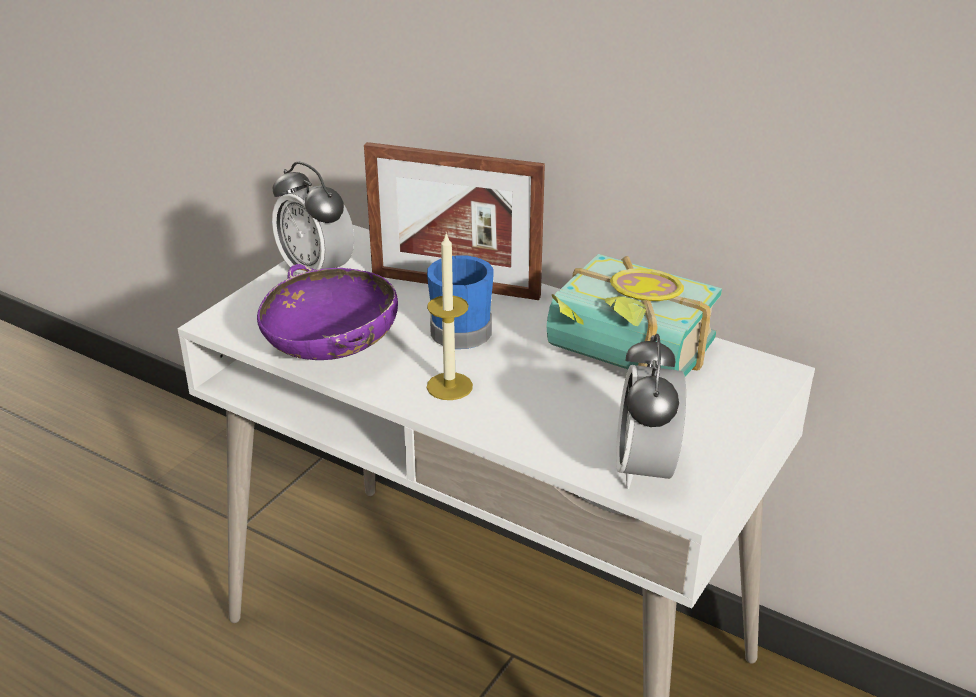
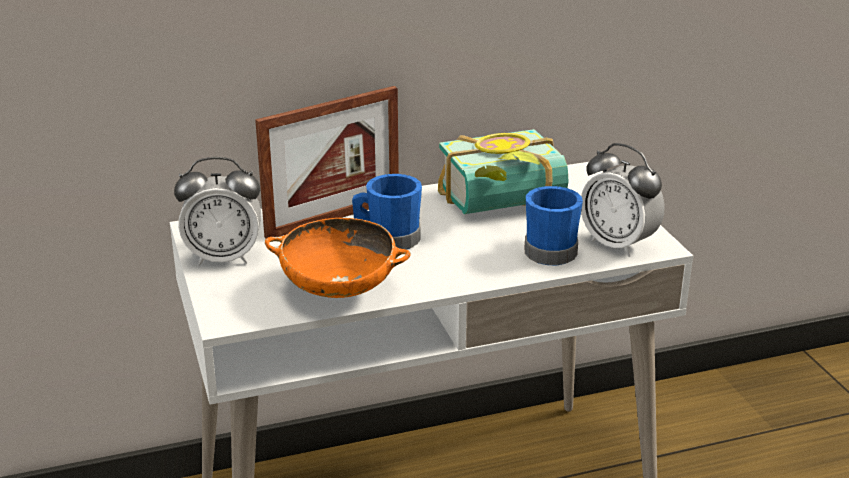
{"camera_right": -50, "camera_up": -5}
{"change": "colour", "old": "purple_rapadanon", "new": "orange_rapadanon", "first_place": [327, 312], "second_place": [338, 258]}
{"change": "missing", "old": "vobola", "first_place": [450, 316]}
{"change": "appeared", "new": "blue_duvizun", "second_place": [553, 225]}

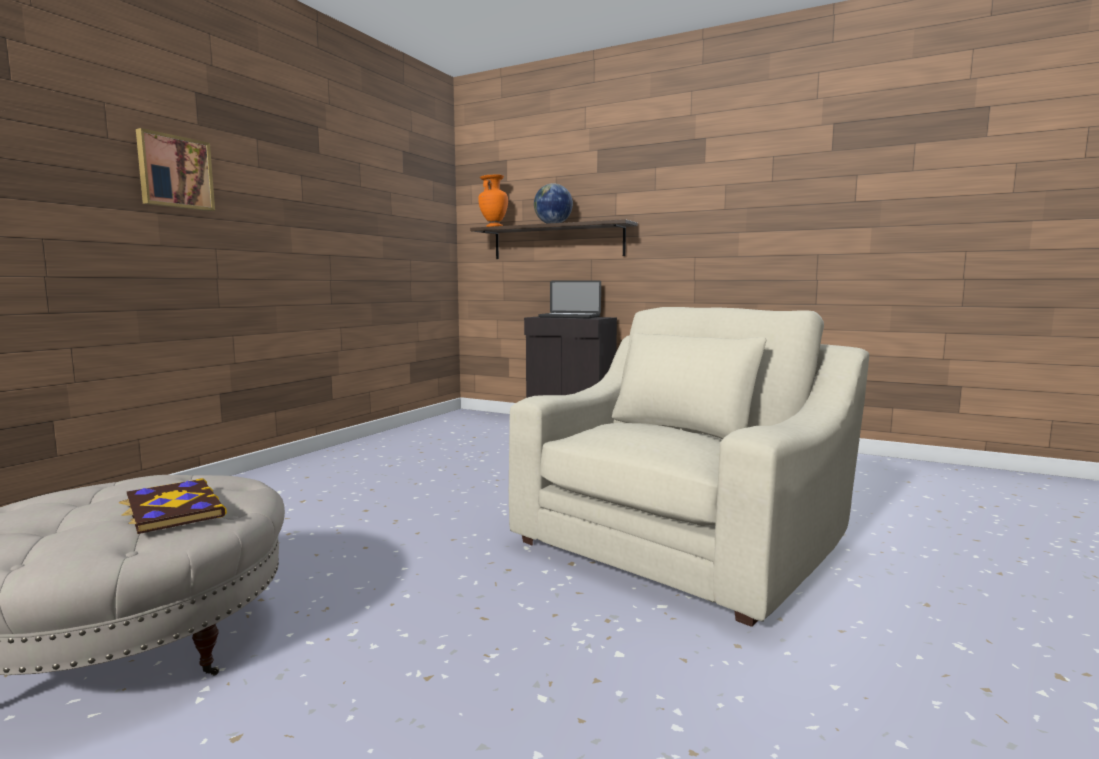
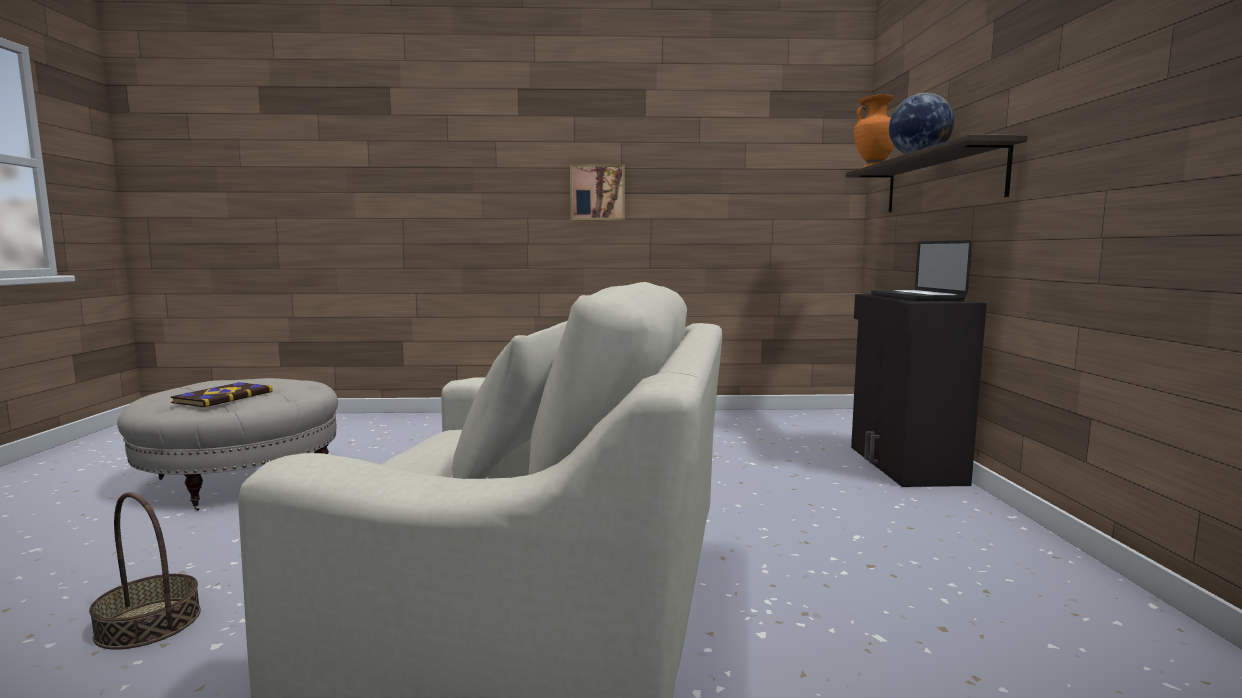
{"camera_right": 60, "camera_up": 0}
{"change": "relocated", "old": "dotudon", "first_place": [175, 169], "second_place": [597, 192]}
{"change": "appeared", "new": "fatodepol", "second_place": [145, 570]}

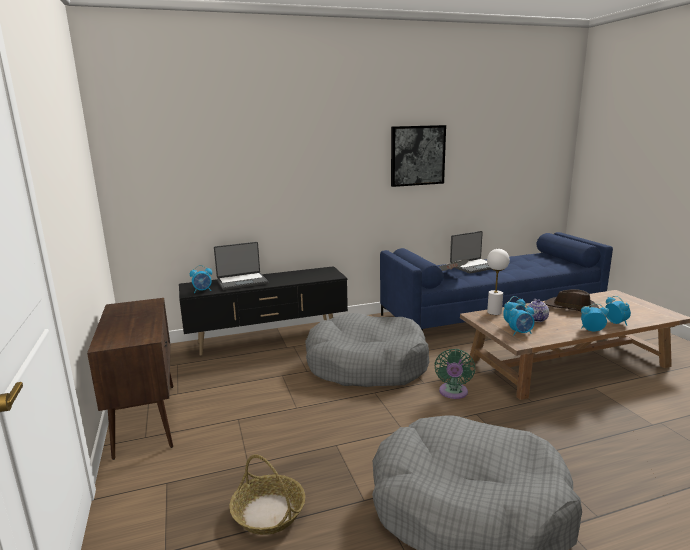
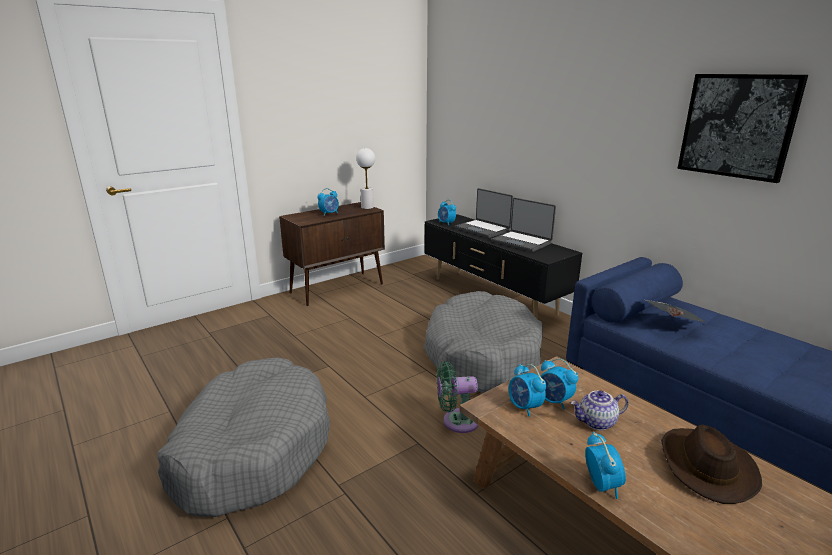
{"camera_right": 70, "camera_up": 5}
{"change": "missing", "old": "fatodepol", "first_place": [267, 494]}
{"change": "relocated", "old": "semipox", "first_place": [470, 252], "second_place": [523, 225]}
{"change": "relocated", "old": "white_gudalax", "first_place": [498, 282], "second_place": [365, 178]}
{"change": "relocated", "old": "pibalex", "first_place": [618, 311], "second_place": [328, 202]}

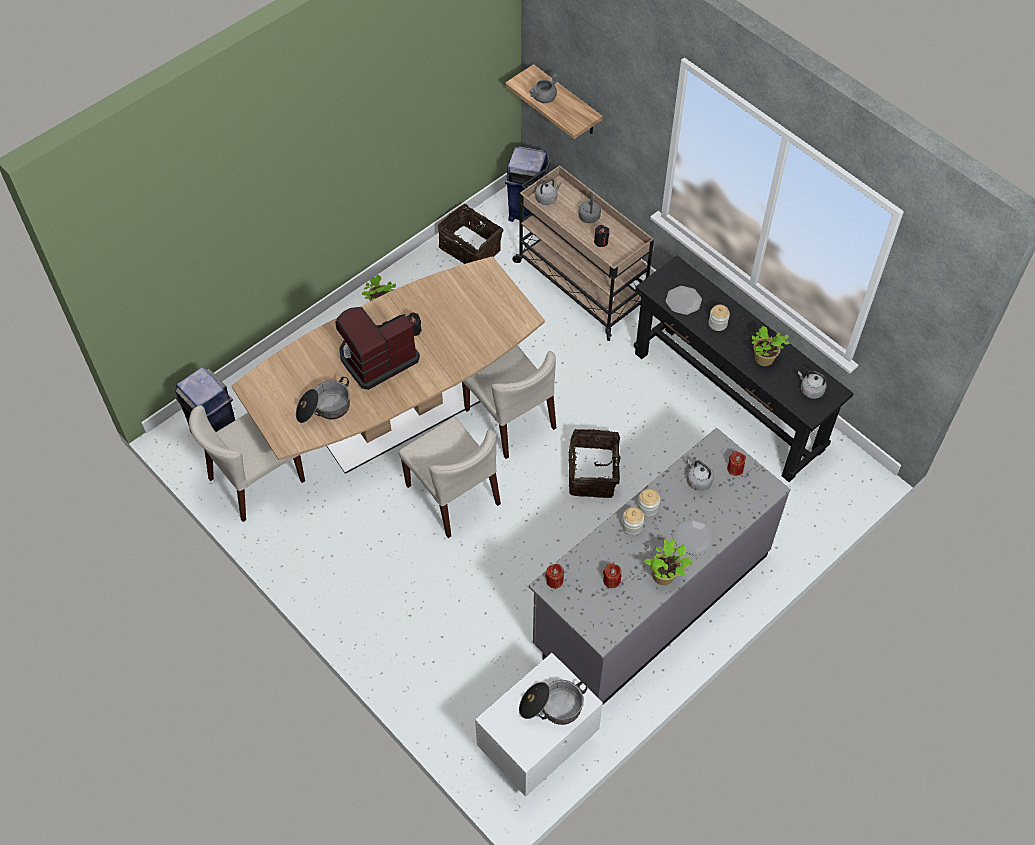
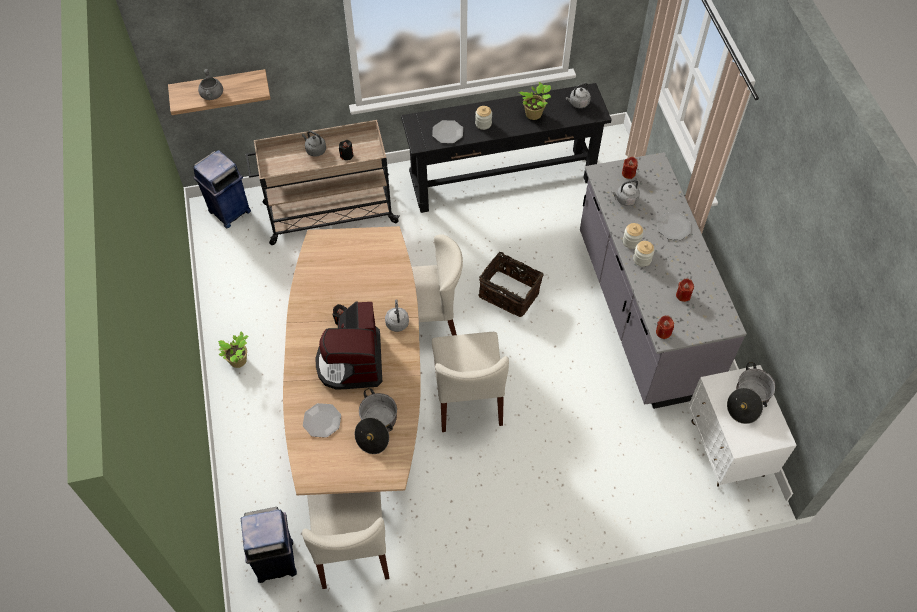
{"camera_right": -60, "camera_up": 0}
{"change": "spun", "old": "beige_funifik", "first_place": [450, 477], "second_place": [470, 382], "degrees": 90}
{"change": "missing", "old": "fatodepol", "first_place": [470, 234]}
{"change": "relocated", "old": "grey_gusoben", "first_place": [548, 192], "second_place": [397, 315]}
{"change": "missing", "old": "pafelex", "first_place": [668, 562]}
{"change": "appeared", "new": "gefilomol", "second_place": [322, 420]}

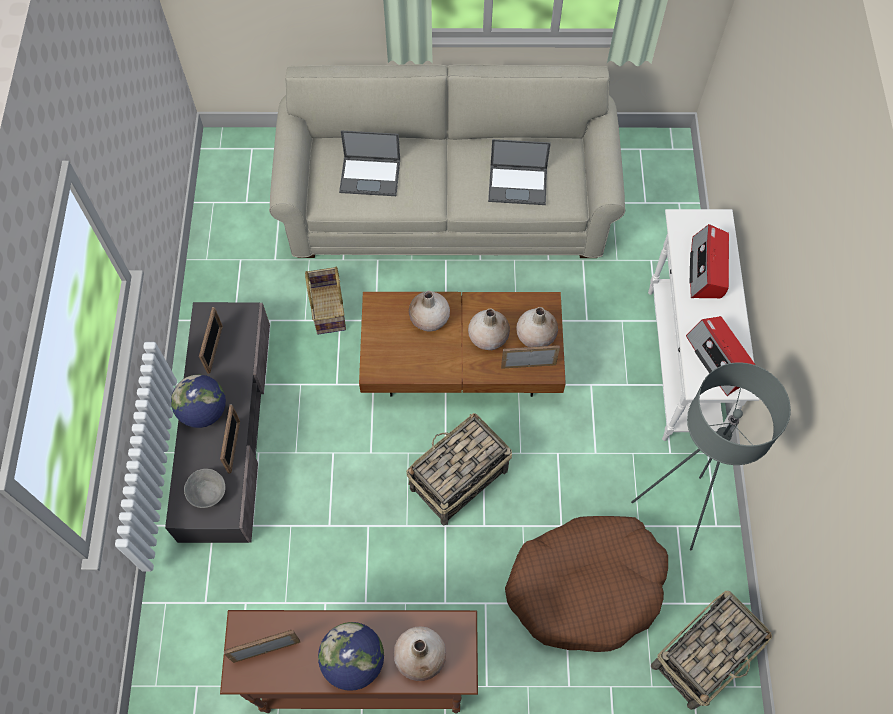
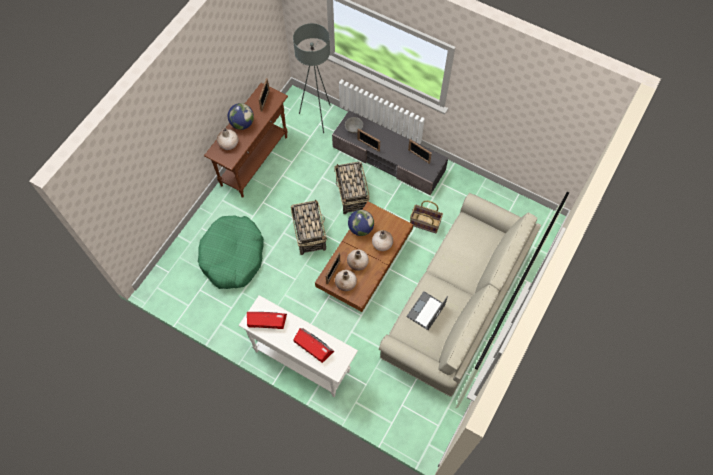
{"camera_right": 120, "camera_up": 0}
{"change": "relocated", "old": "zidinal", "first_place": [198, 401], "second_place": [361, 223]}
{"change": "missing", "old": "semipox", "first_place": [369, 163]}
{"change": "colour", "old": "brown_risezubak", "new": "green_risezubak", "first_place": [586, 584], "second_place": [231, 252]}
{"change": "relocated", "old": "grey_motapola", "first_place": [711, 456], "second_place": [312, 78]}
{"change": "relocated", "old": "fatodepol", "first_place": [711, 650], "second_place": [352, 188]}

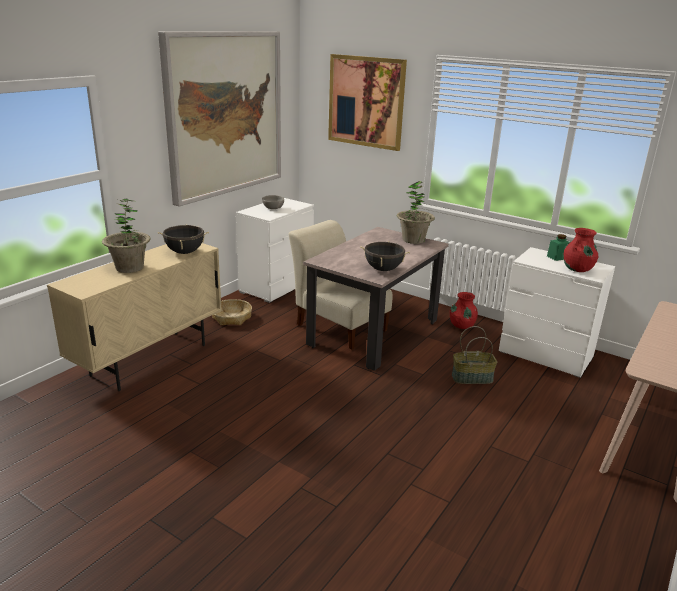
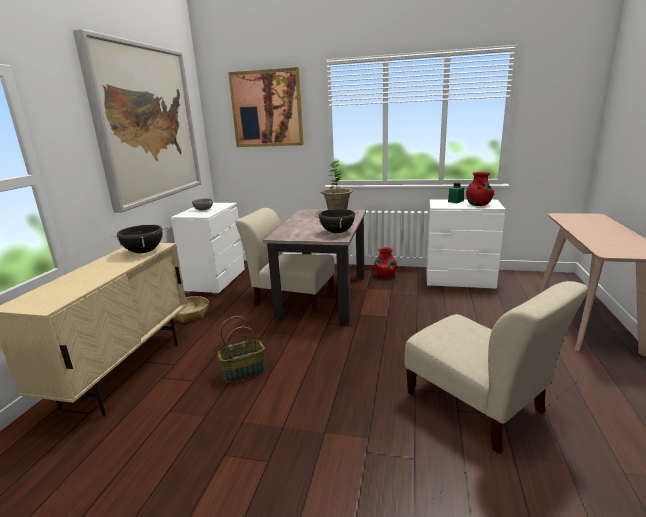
{"camera_right": -20, "camera_up": -5}
{"change": "missing", "old": "pafelex", "first_place": [126, 236]}
{"change": "relocated", "old": "fatodepol", "first_place": [474, 355], "second_place": [241, 349]}
{"change": "appeared", "new": "beige_funifik", "second_place": [496, 367]}

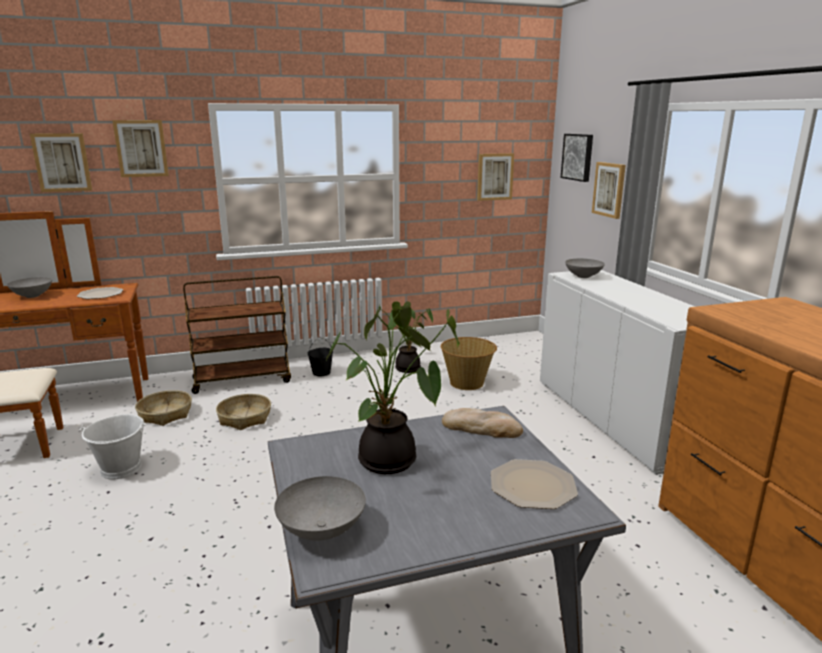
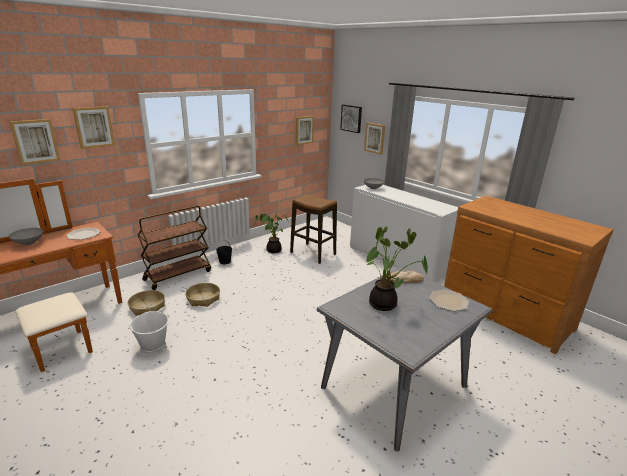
{"camera_right": -25, "camera_up": 5}
{"change": "missing", "old": "grey_rapadanon", "first_place": [320, 508]}
{"change": "exchanged", "old": "fatodepol", "new": "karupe", "first_place": [469, 363], "second_place": [313, 229]}

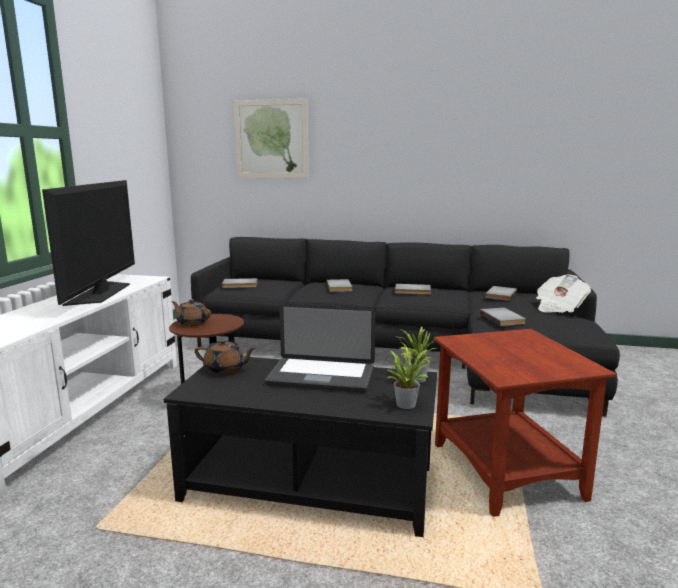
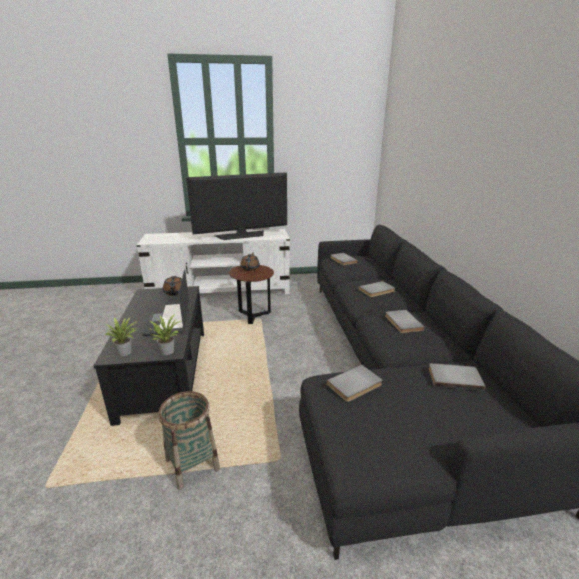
{"camera_right": 70, "camera_up": 10}
{"change": "missing", "old": "dotudon", "first_place": [271, 139]}
{"change": "exchanged", "old": "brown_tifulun", "new": "fatodepol", "first_place": [525, 423], "second_place": [189, 440]}
{"change": "missing", "old": "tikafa", "first_place": [563, 293]}

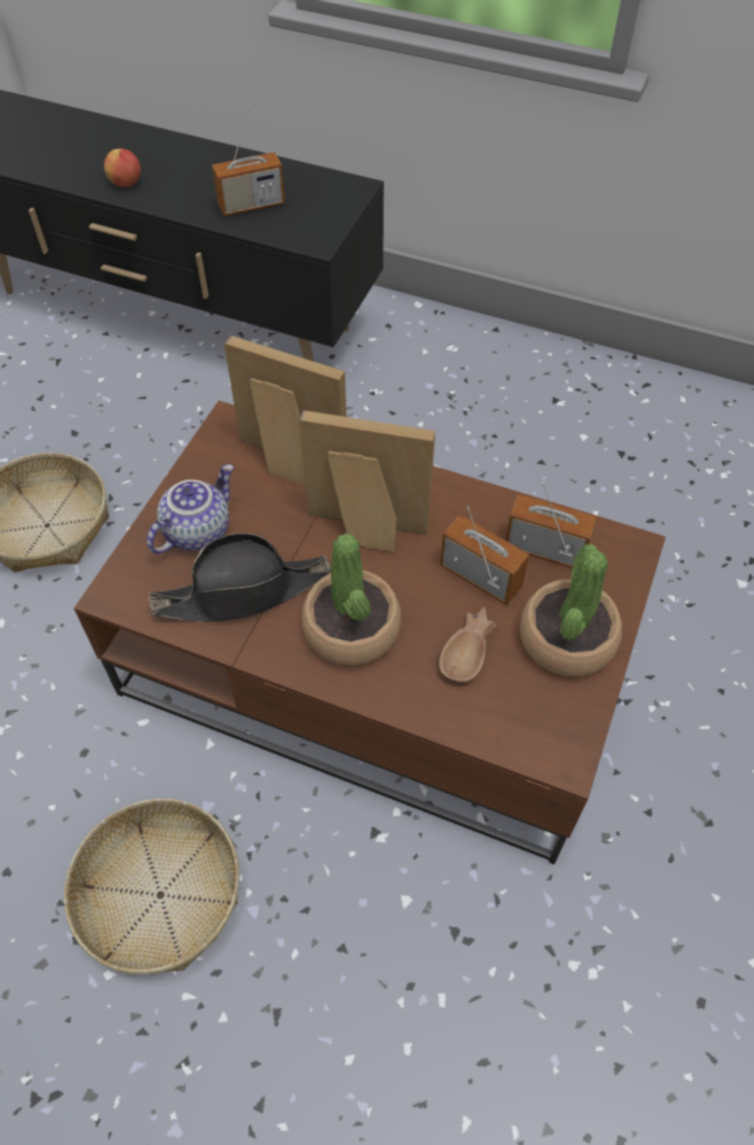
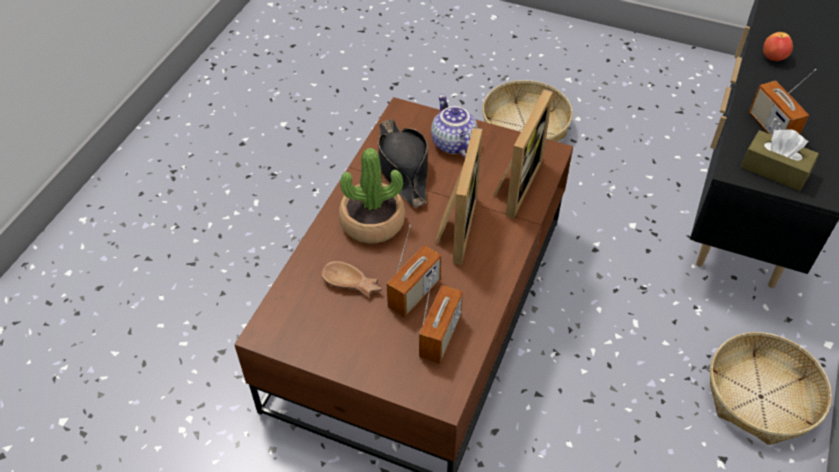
{"camera_right": 90, "camera_up": -5}
{"change": "relocated", "old": "fatodepol", "first_place": [152, 886], "second_place": [771, 388]}
{"change": "spun", "old": "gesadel", "first_place": [190, 509], "second_place": [454, 125], "degrees": -150}
{"change": "missing", "old": "pafelex", "first_place": [571, 610]}
{"change": "appeared", "new": "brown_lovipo", "second_place": [780, 160]}

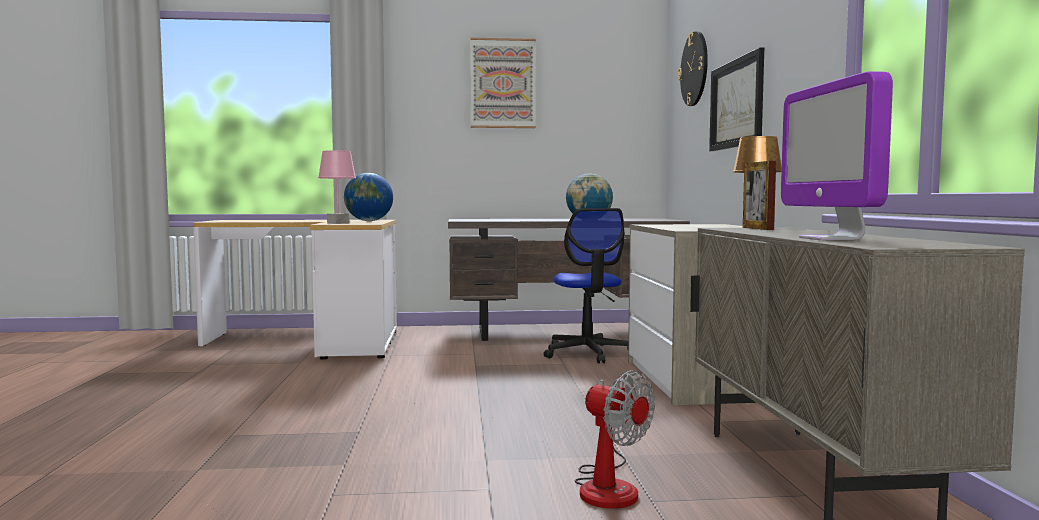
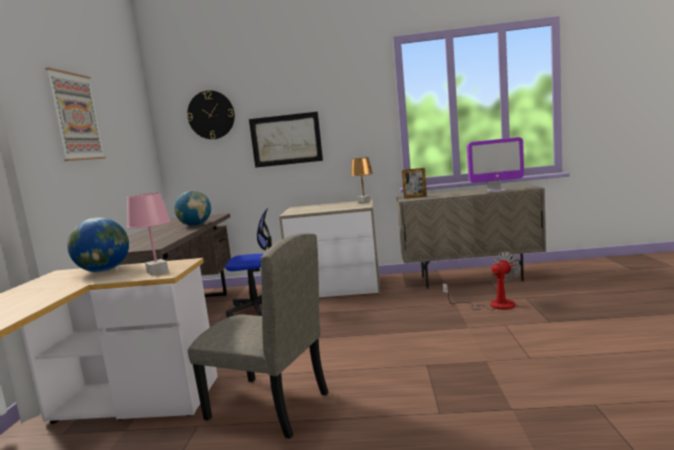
{"camera_right": -80, "camera_up": 5}
{"change": "appeared", "new": "beige_funifik", "second_place": [258, 336]}

